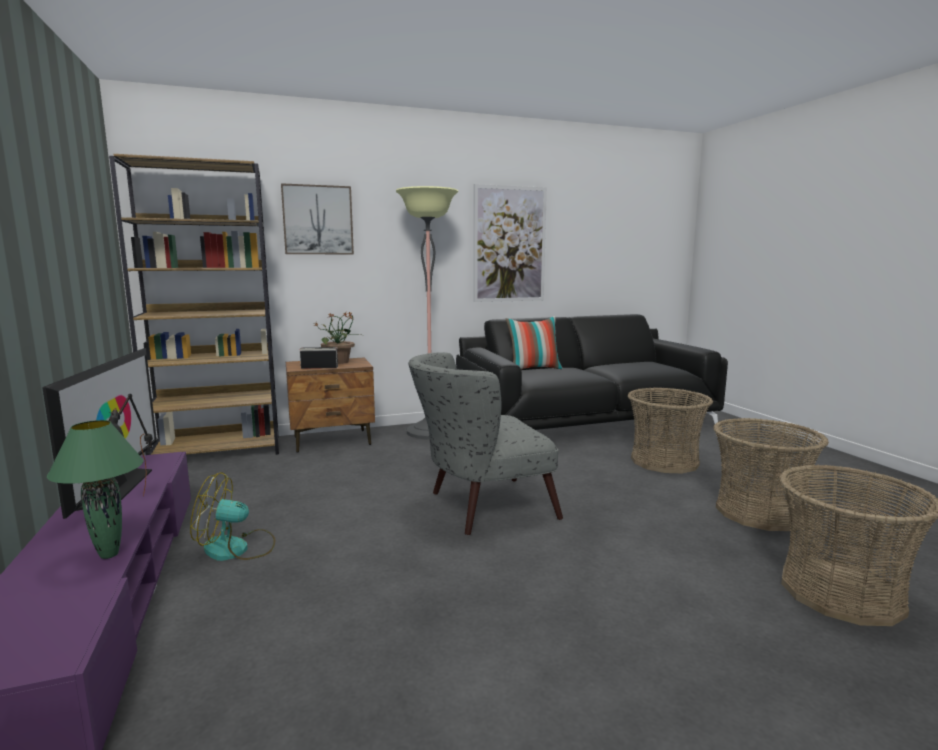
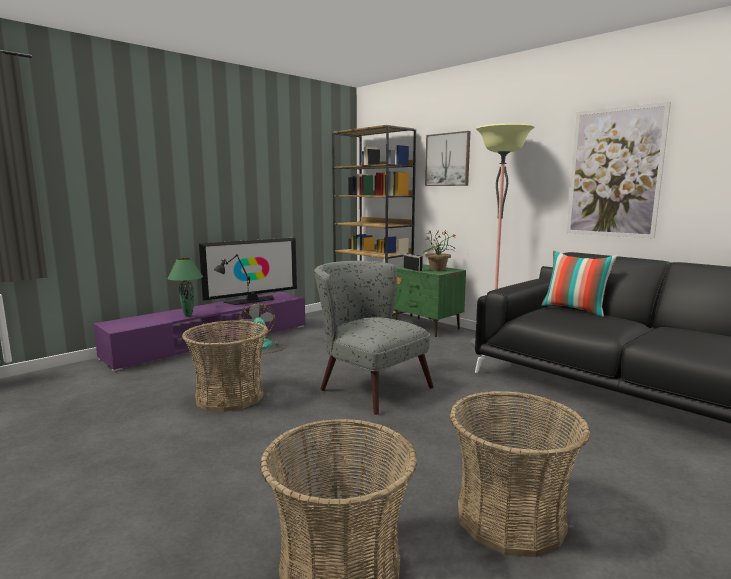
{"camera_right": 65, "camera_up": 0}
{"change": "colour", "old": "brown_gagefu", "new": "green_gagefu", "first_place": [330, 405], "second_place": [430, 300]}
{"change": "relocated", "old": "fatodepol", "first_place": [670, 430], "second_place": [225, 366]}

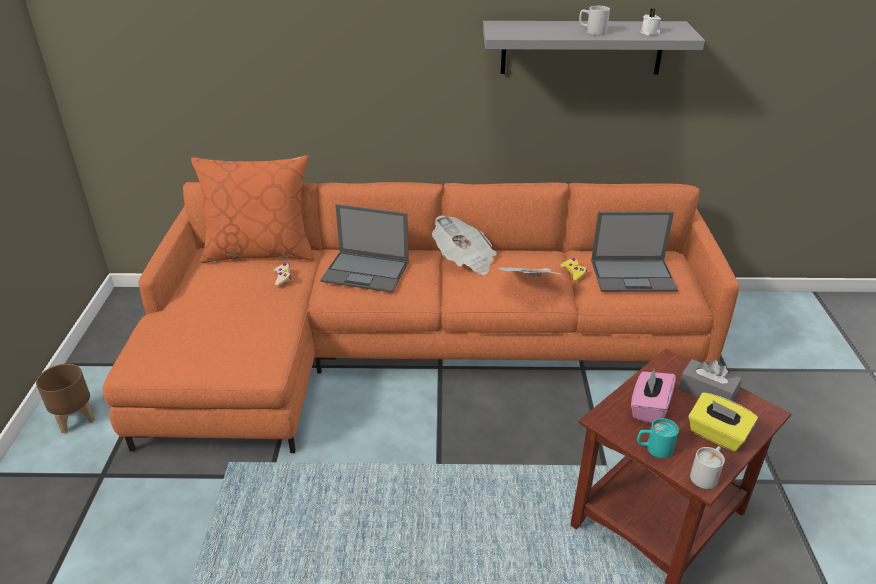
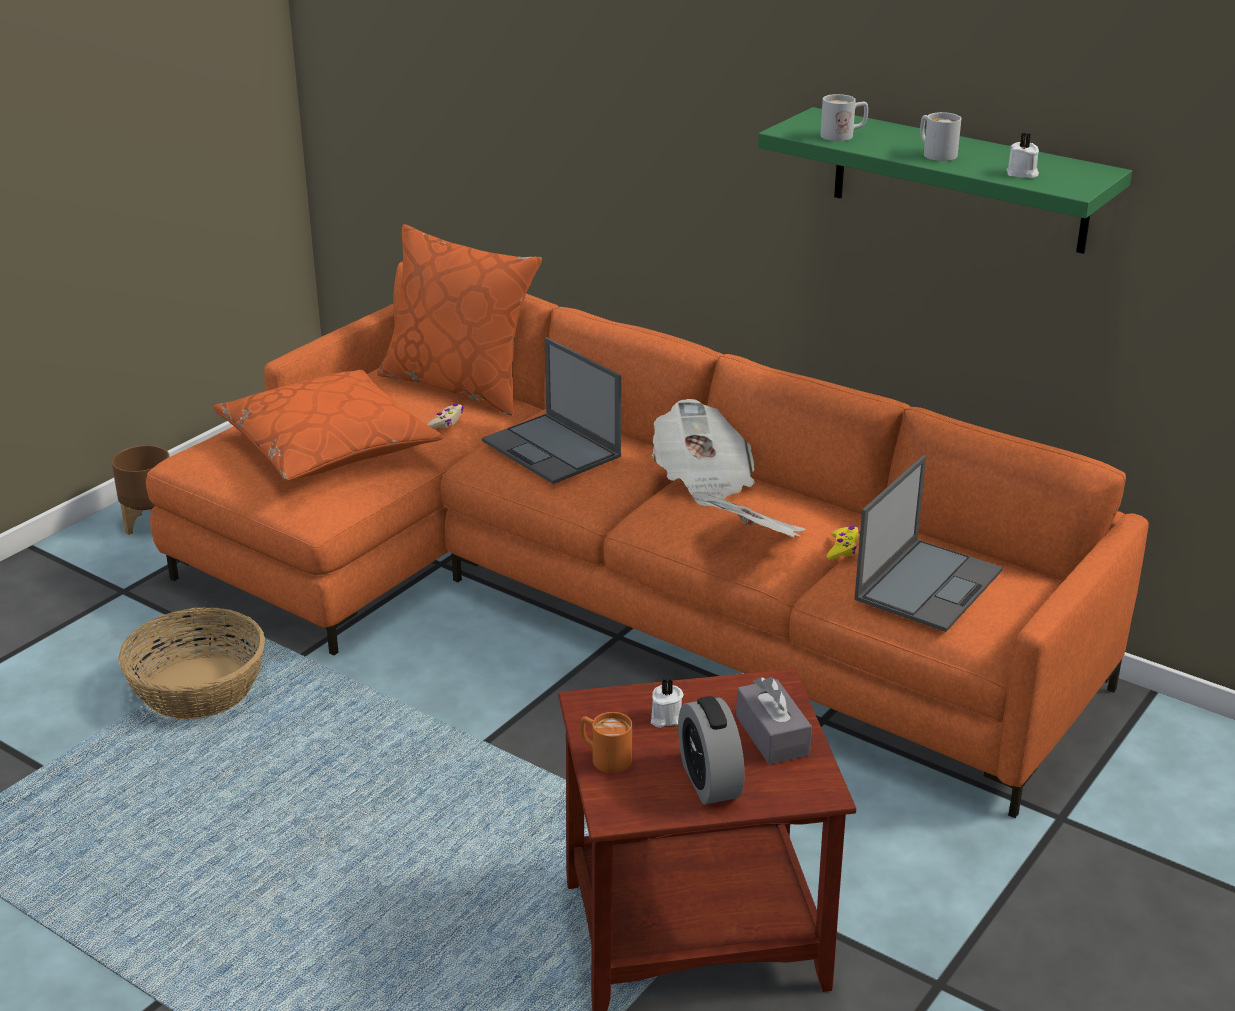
{"camera_right": 35, "camera_up": -5}
{"change": "colour", "old": "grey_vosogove", "new": "green_vosogove", "first_place": [594, 48], "second_place": [945, 180]}
{"change": "spun", "old": "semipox", "first_place": [634, 252], "second_place": [928, 543], "degrees": -90}
{"change": "exchanged", "old": "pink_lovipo", "new": "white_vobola", "first_place": [653, 396], "second_place": [667, 703]}
{"change": "colour", "old": "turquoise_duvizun", "new": "orange_duvizun", "first_place": [658, 438], "second_place": [606, 742]}
{"change": "exchanged", "old": "yellow_lovipo", "new": "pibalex", "first_place": [723, 422], "second_place": [711, 750]}
{"change": "relocated", "old": "white_duvizun", "first_place": [707, 467], "second_place": [844, 117]}
{"change": "appeared", "new": "fatodepol", "second_place": [191, 664]}
{"change": "appeared", "new": "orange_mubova", "second_place": [328, 425]}

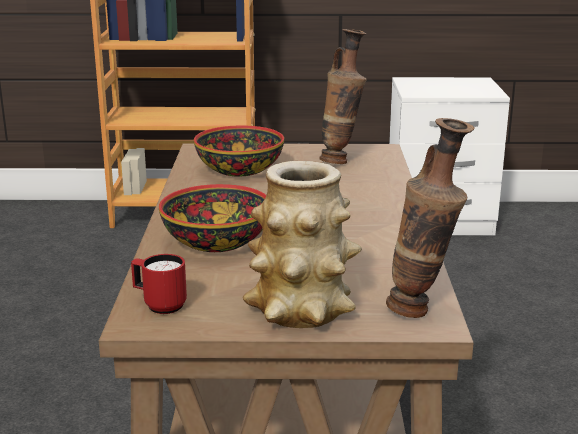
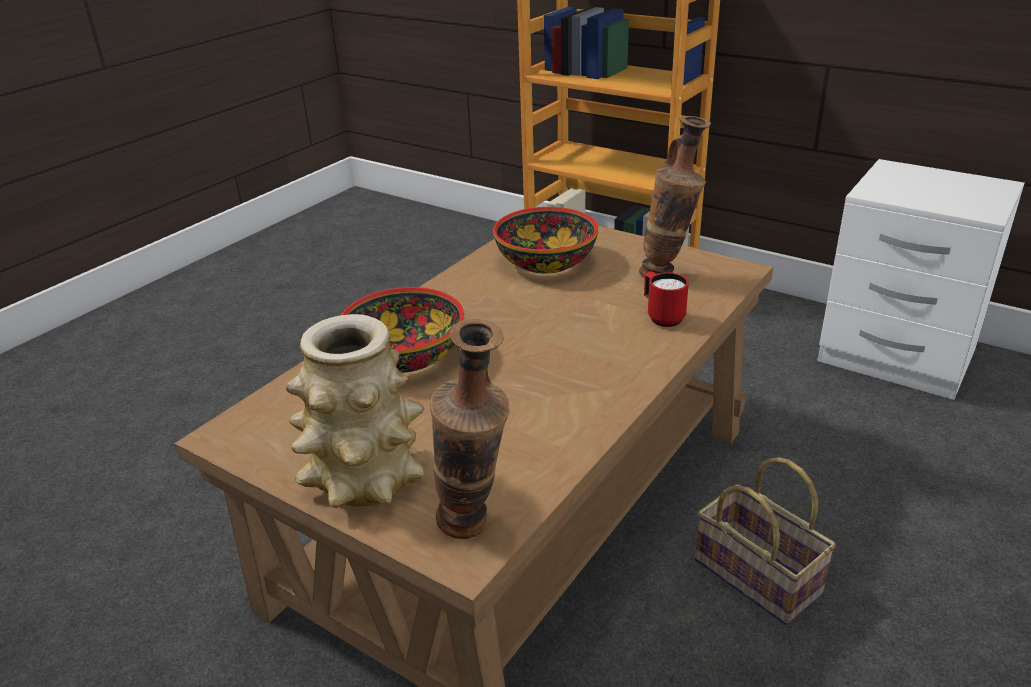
{"camera_right": 35, "camera_up": 10}
{"change": "relocated", "old": "red_duvizun", "first_place": [159, 284], "second_place": [666, 299]}
{"change": "appeared", "new": "fatodepol", "second_place": [765, 541]}

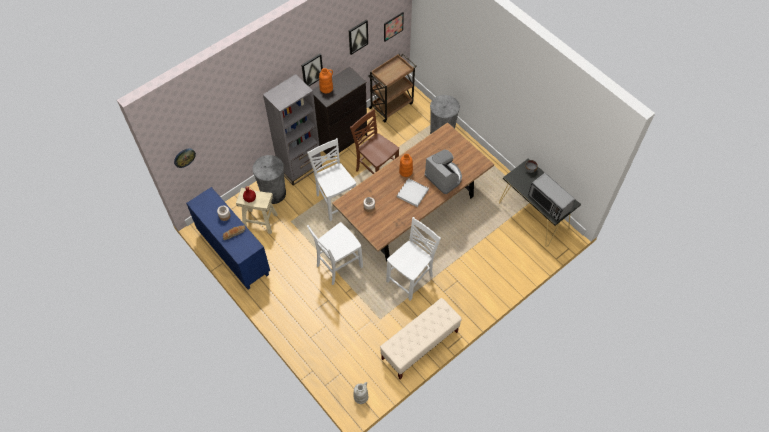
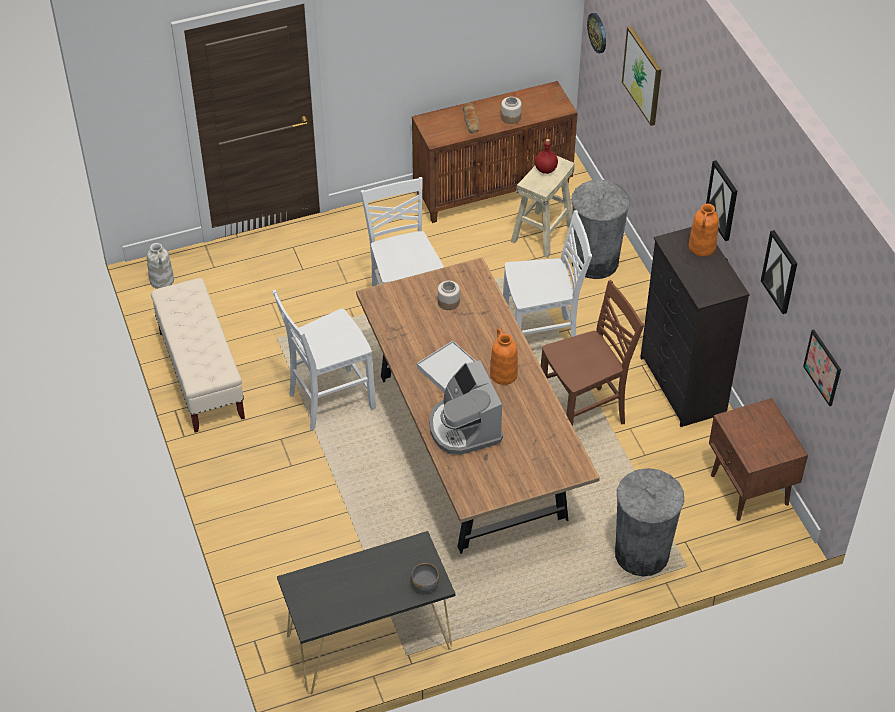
{"camera_right": 110, "camera_up": -10}
{"change": "colour", "old": "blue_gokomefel", "new": "brown_gokomefel", "first_place": [228, 238], "second_place": [495, 152]}
{"change": "missing", "old": "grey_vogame", "first_place": [292, 130]}
{"change": "exchanged", "old": "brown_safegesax", "new": "brown_gagefu", "first_place": [392, 88], "second_place": [758, 459]}
{"change": "spun", "old": "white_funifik", "first_place": [413, 259], "second_place": [324, 360], "degrees": 90}
{"change": "spun", "old": "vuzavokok", "first_place": [443, 171], "second_place": [466, 407], "degrees": 90}
{"change": "missing", "old": "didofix", "first_place": [551, 197]}
{"change": "appeared", "new": "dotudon", "second_place": [642, 76]}

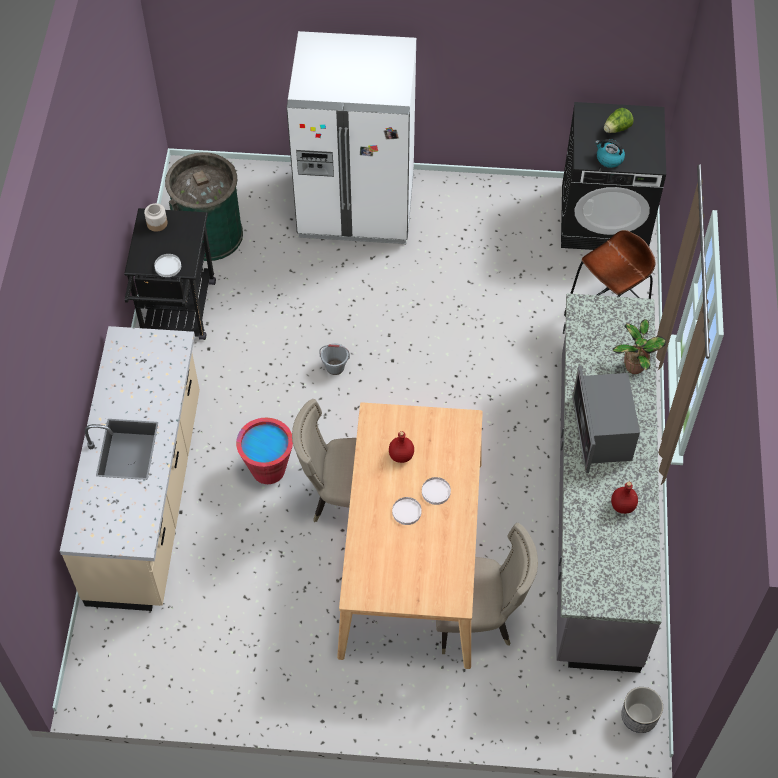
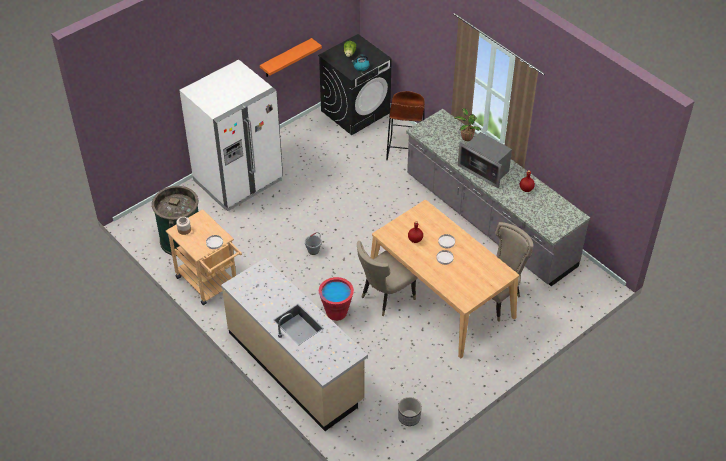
{"camera_right": -45, "camera_up": -10}
{"change": "colour", "old": "black_safegesax", "new": "beige_safegesax", "first_place": [170, 274], "second_place": [204, 257]}
{"change": "relocated", "old": "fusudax", "first_place": [642, 710], "second_place": [410, 411]}
{"change": "appeared", "new": "orange_vosogove", "second_place": [291, 57]}

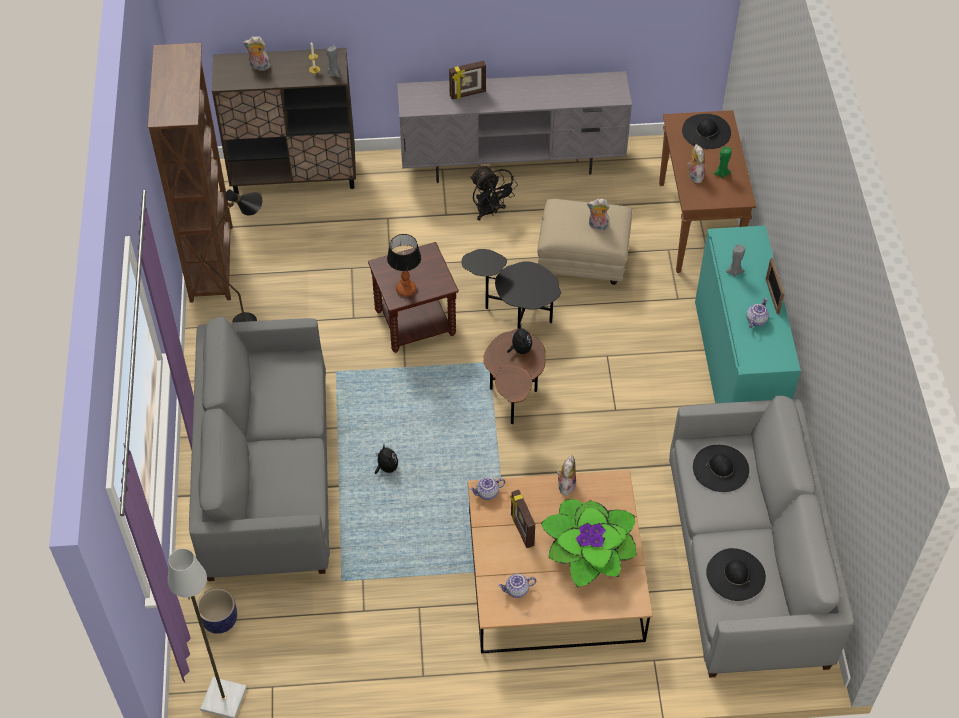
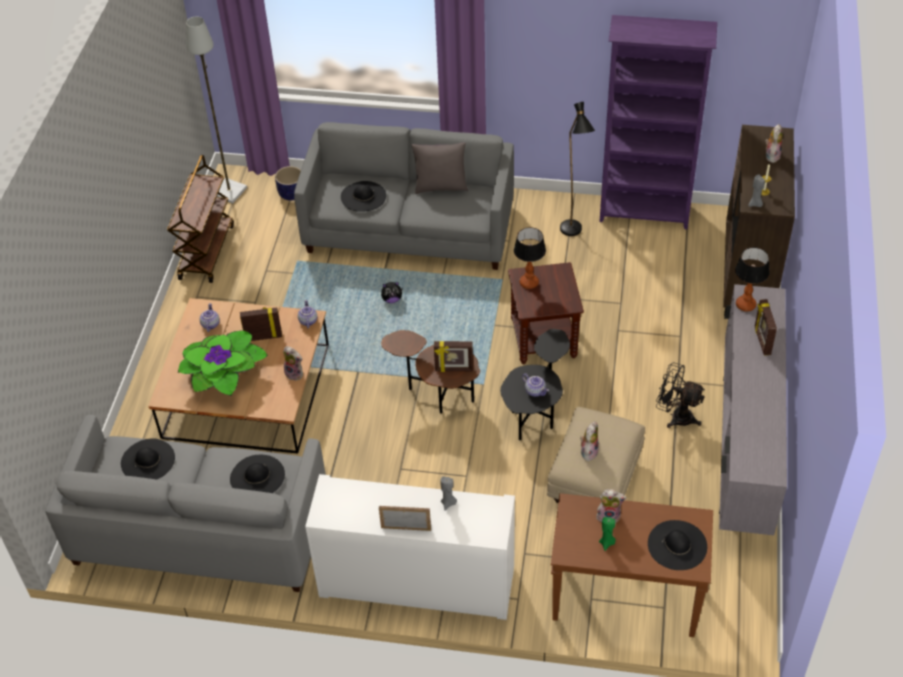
{"camera_right": 105, "camera_up": -5}
{"change": "colour", "old": "brown_vogame", "new": "purple_vogame", "first_place": [190, 173], "second_place": [658, 122]}
{"change": "spun", "old": "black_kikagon", "first_place": [494, 193], "second_place": [680, 395], "degrees": 45}
{"change": "exchanged", "old": "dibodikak", "new": "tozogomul", "first_place": [519, 339], "second_place": [453, 356]}
{"change": "colour", "old": "turquoise_gokomefel", "new": "white_gokomefel", "first_place": [748, 314], "second_place": [410, 547]}
{"change": "relocated", "old": "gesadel", "first_place": [757, 313], "second_place": [535, 385]}
{"change": "appeared", "new": "brown_safegesax", "second_place": [200, 219]}
{"change": "appeared", "new": "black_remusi", "second_place": [363, 196]}
{"change": "appeared", "new": "grey_mubova", "second_place": [439, 168]}
{"change": "appeared", "new": "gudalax", "second_place": [752, 279]}

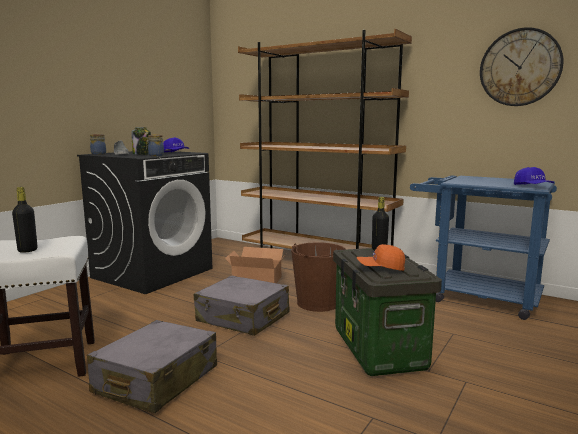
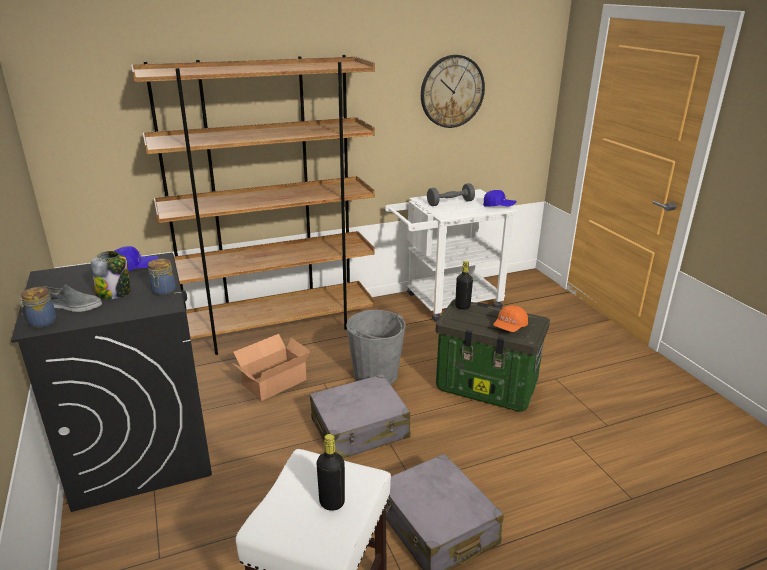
{"camera_right": -55, "camera_up": 15}
{"change": "colour", "old": "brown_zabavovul", "new": "grey_zabavovul", "first_place": [318, 277], "second_place": [376, 347]}
{"change": "colour", "old": "blue_safegesax", "new": "white_safegesax", "first_place": [483, 247], "second_place": [451, 255]}
{"change": "appeared", "new": "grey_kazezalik", "second_place": [451, 194]}

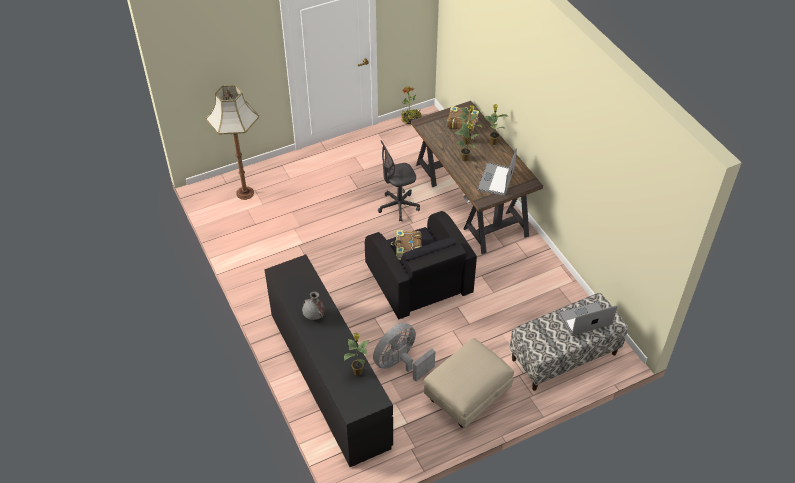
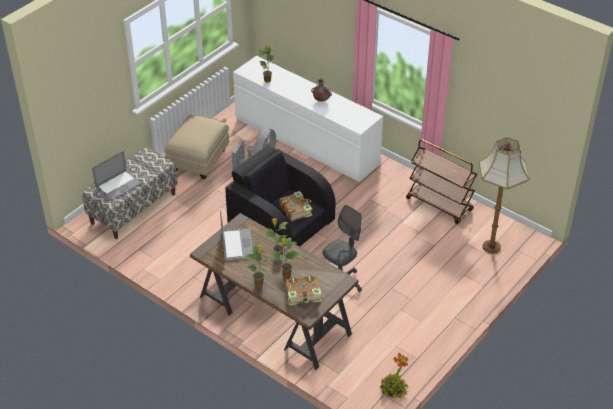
{"camera_right": 155, "camera_up": -5}
{"change": "colour", "old": "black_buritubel", "new": "white_buritubel", "first_place": [328, 360], "second_place": [308, 119]}
{"change": "appeared", "new": "brown_safegesax", "second_place": [441, 181]}

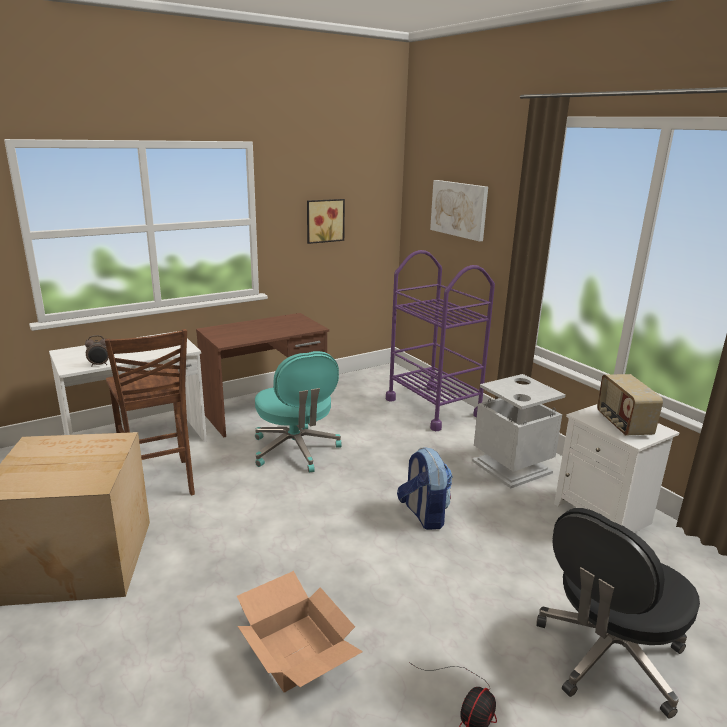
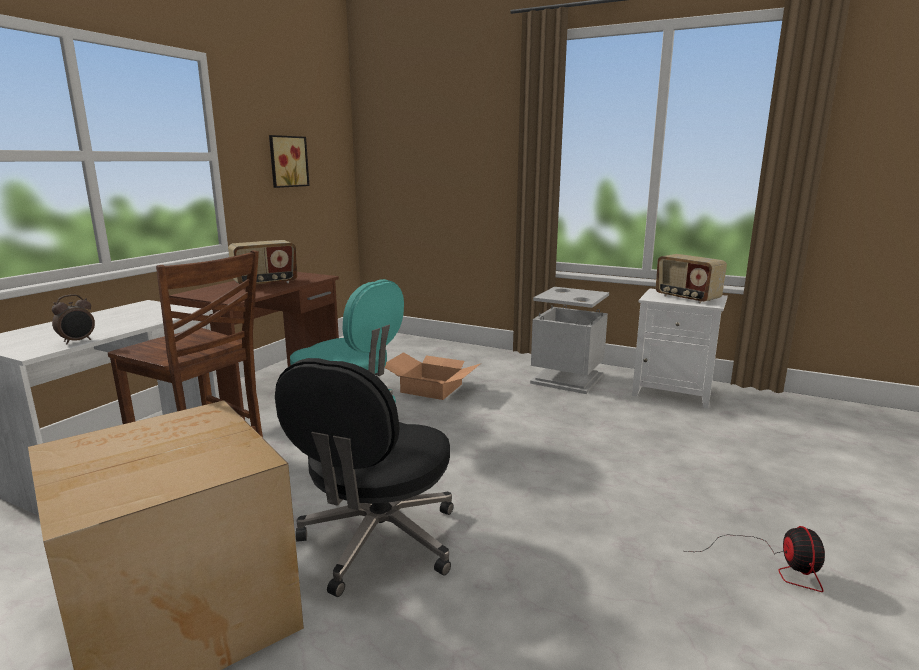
{"camera_right": -30, "camera_up": -5}
{"change": "relocated", "old": "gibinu", "first_place": [300, 632], "second_place": [432, 376]}
{"change": "missing", "old": "purple_safegesax", "first_place": [440, 340]}
{"change": "missing", "old": "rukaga", "first_place": [425, 489]}
{"change": "missing", "old": "dotudon", "first_place": [459, 211]}
{"change": "relocated", "old": "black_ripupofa", "first_place": [618, 613], "second_place": [364, 477]}
{"change": "appeared", "new": "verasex", "second_place": [262, 262]}

